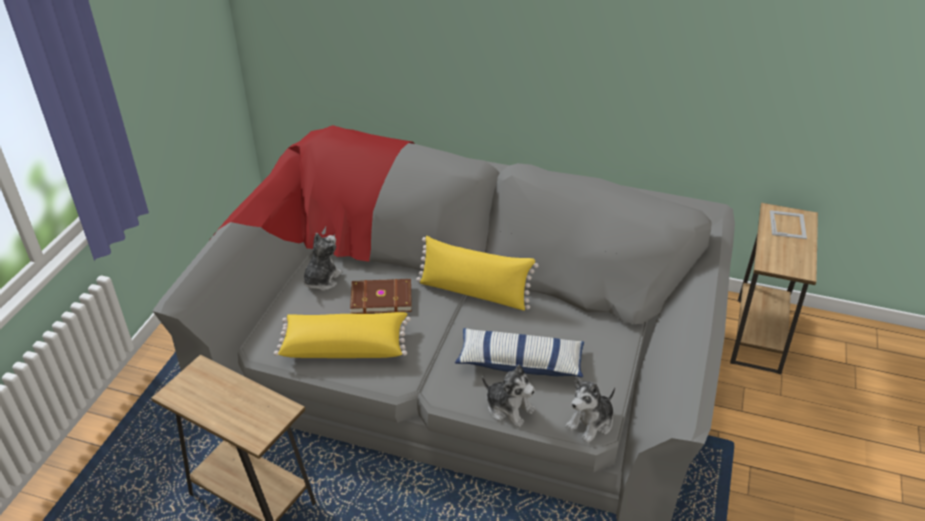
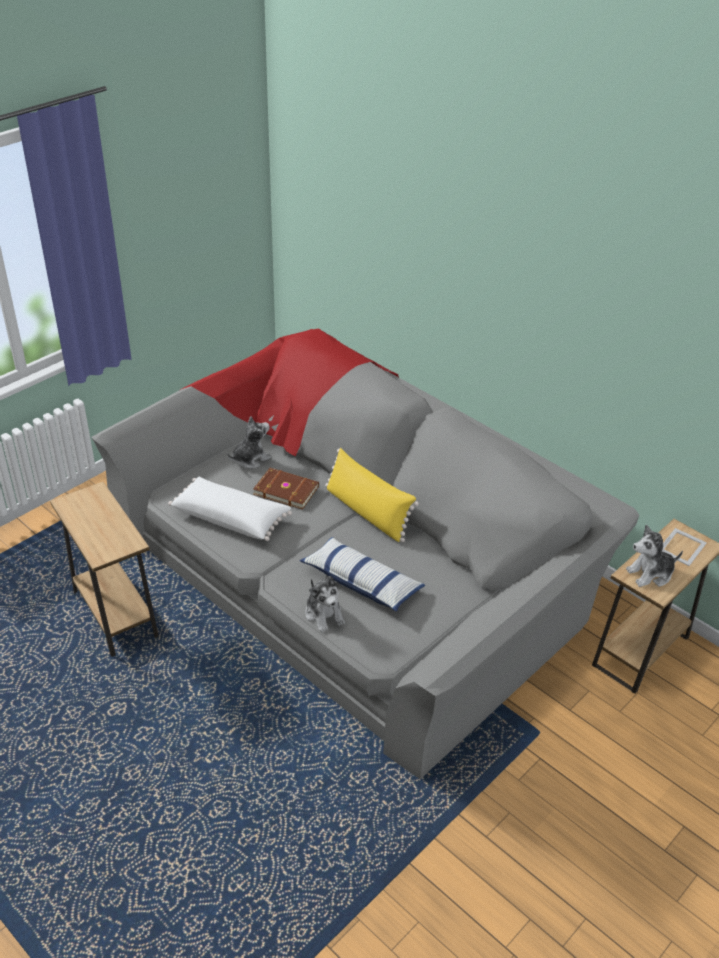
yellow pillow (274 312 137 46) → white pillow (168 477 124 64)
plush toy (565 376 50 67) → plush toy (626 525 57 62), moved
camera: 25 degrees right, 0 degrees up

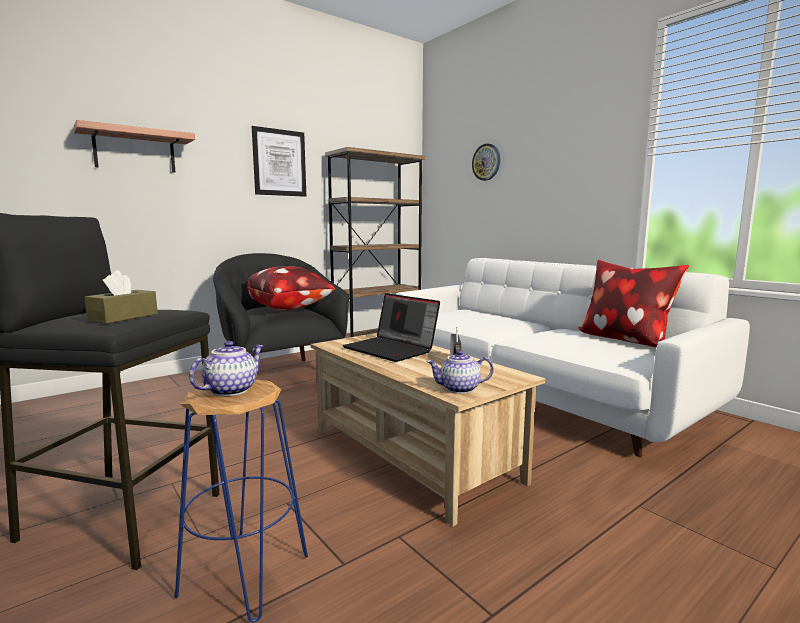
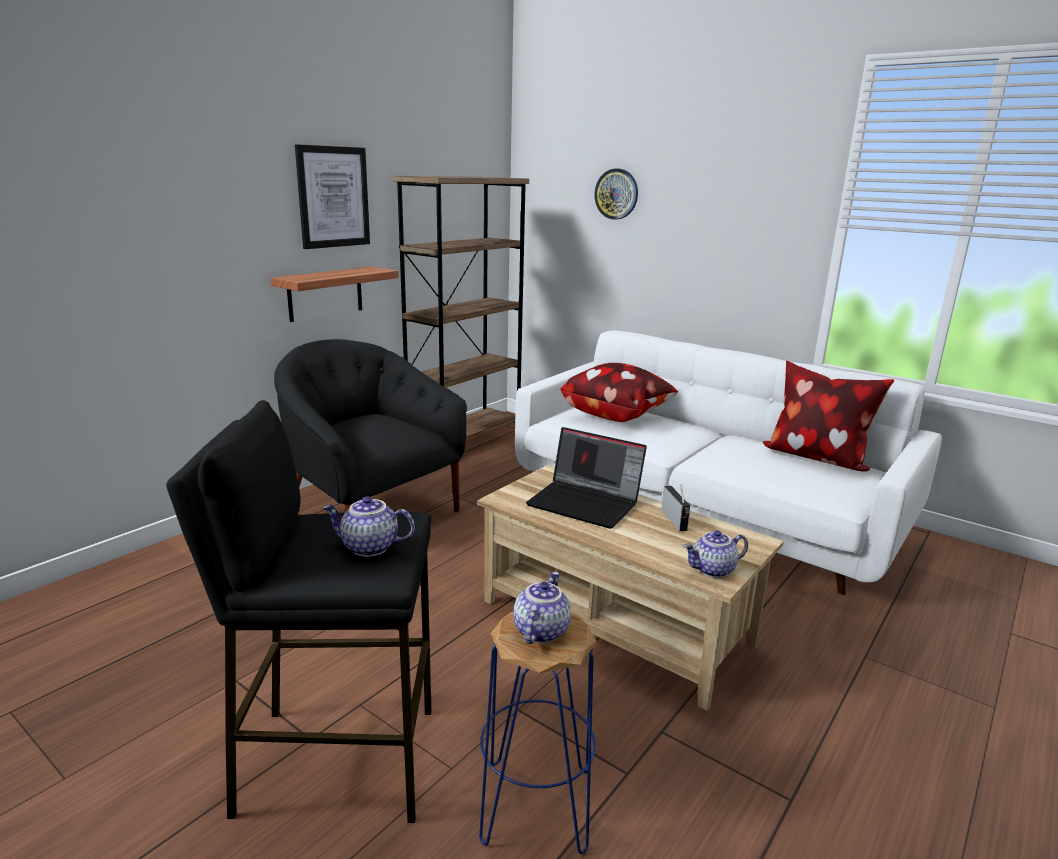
shelf (73 120 122 52) → shelf (271 266 128 56), moved
brown tissue box (84 270 74 54) → teapot (322 496 93 61)
pillow (247 266 88 44) → pillow (559 363 119 59), moved
camera: 15 degrees left, 10 degrees up

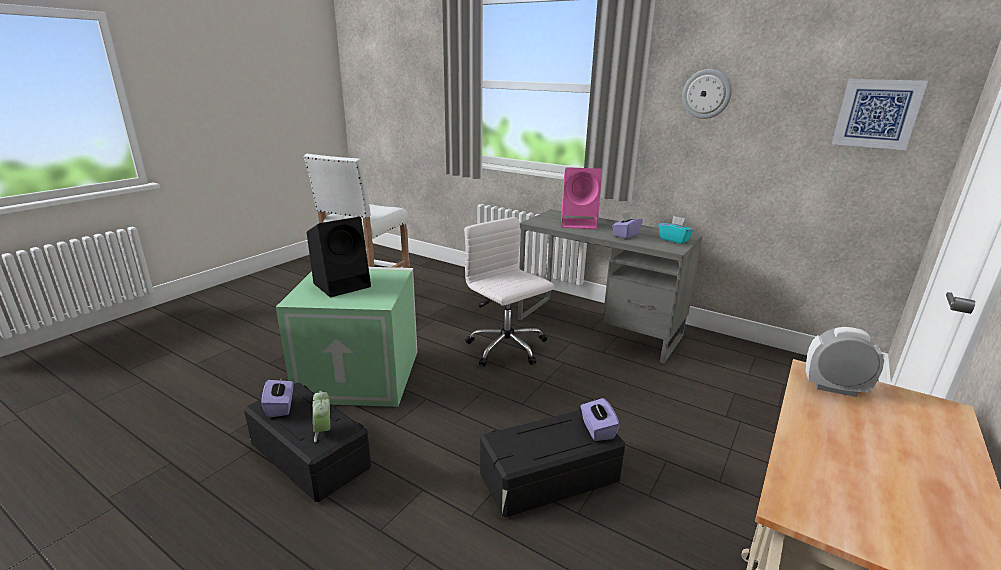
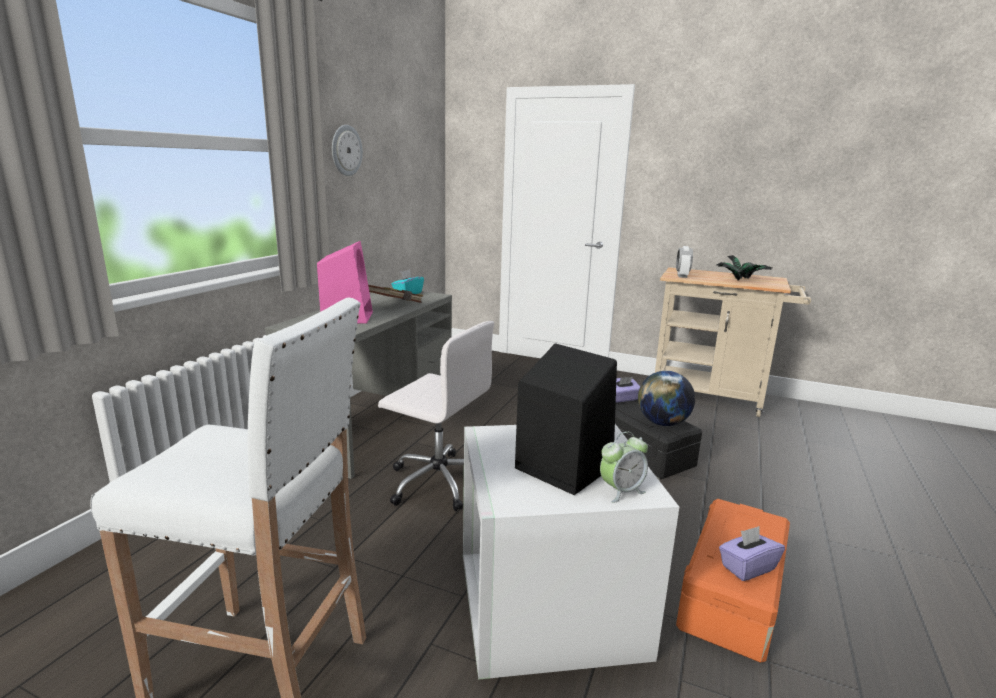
black storage box (244 383 127 119) → orange storage box (676 499 114 164)
green storage box (276 267 141 140) → white storage box (463 424 216 256)
alarm clock (313 391 17 51) → alarm clock (600 432 48 71), moved
white office chair (464 217 90 150) → white office chair (378 321 116 190), 105 degrees counterclockwise
purple tissue box (612 212 31 27) → brown book (368 285 55 18)
picture (832 79 96 71) → -
- → globe (638 371 57 55)
- → potted plant (717 255 55 25)
camera: 100 degrees left, 5 degrees down

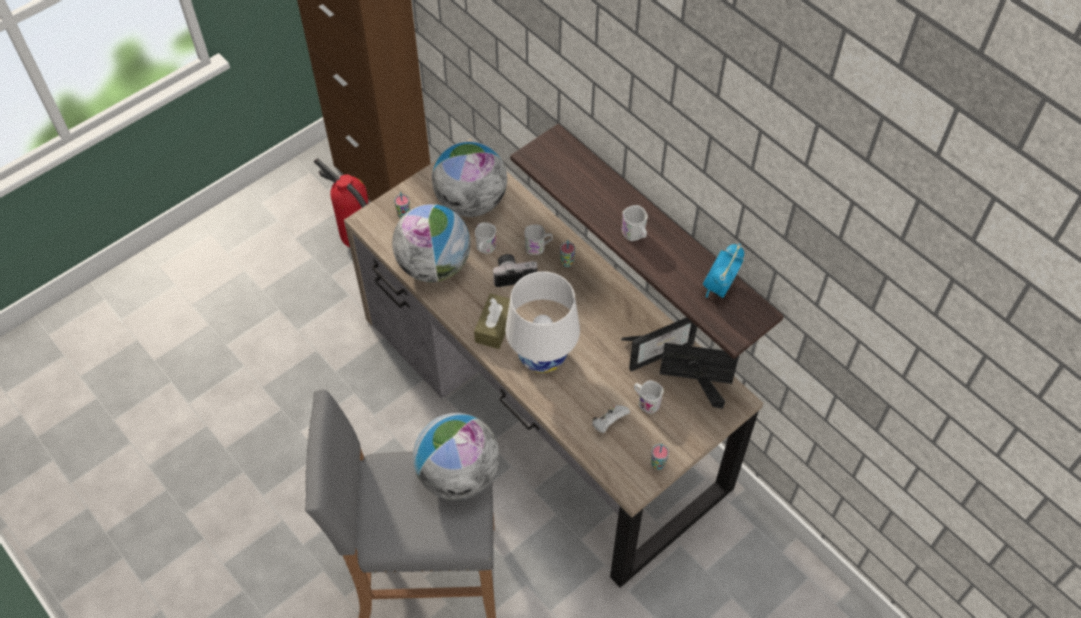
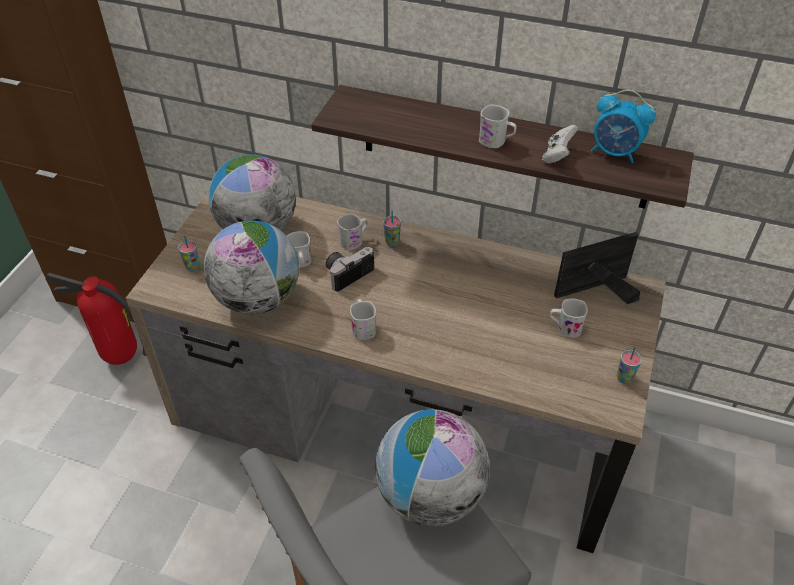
brown tissue box (474 293 36 56) → white mug (350 299 26 41)
white table lamp (505 271 75 102) → -
white game controller (592 405 38 28) → white game controller (542 125 36 39), moved
picture frame (621 317 76 54) → -
alarm clock (703 243 41 55) → alarm clock (591 90 65 73), 60 degrees counterclockwise
camera: 30 degrees left, 10 degrees down

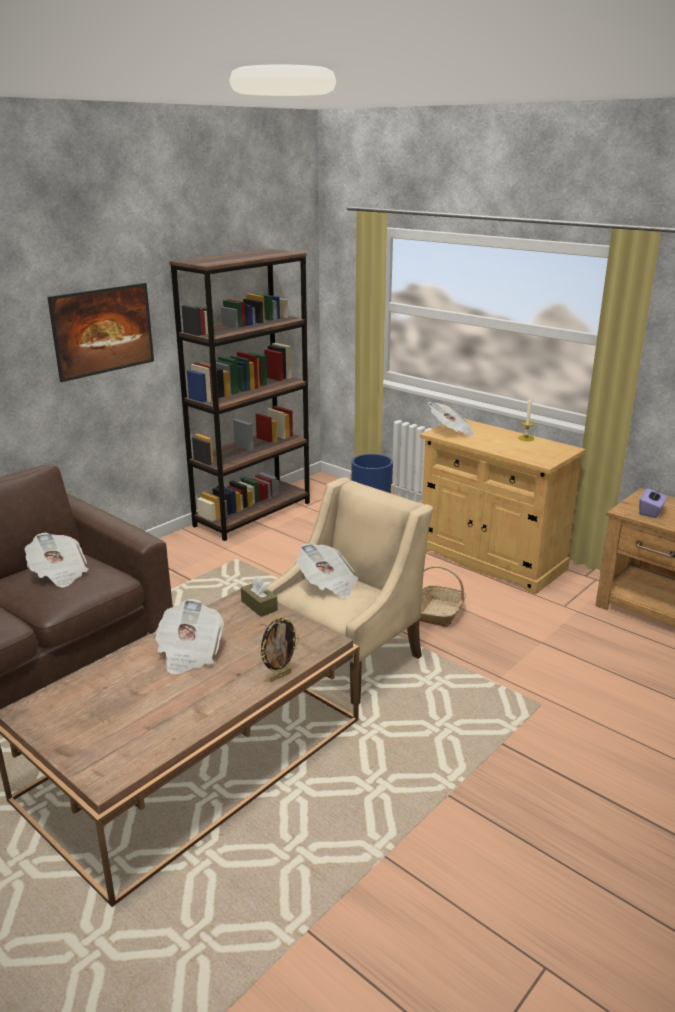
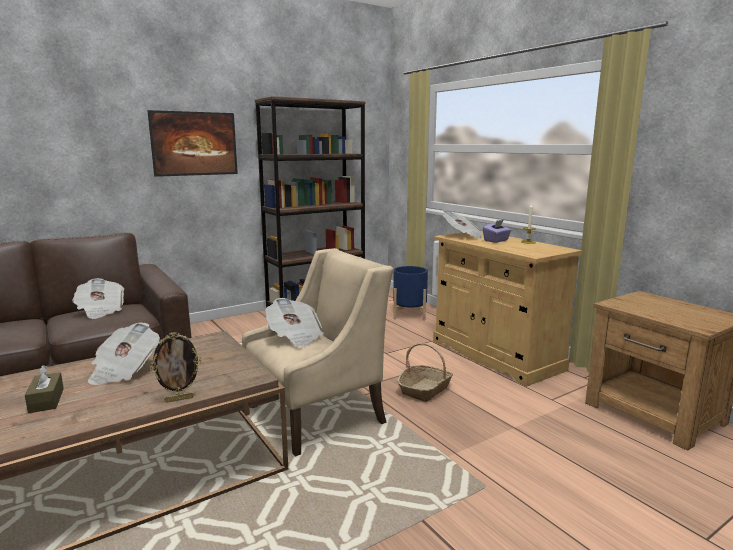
brown tissue box (241 577 37 40) → brown tissue box (25 365 39 48), moved
purple tissue box (639 488 28 30) → purple tissue box (483 220 28 23), moved
camera: 15 degrees right, 10 degrees down

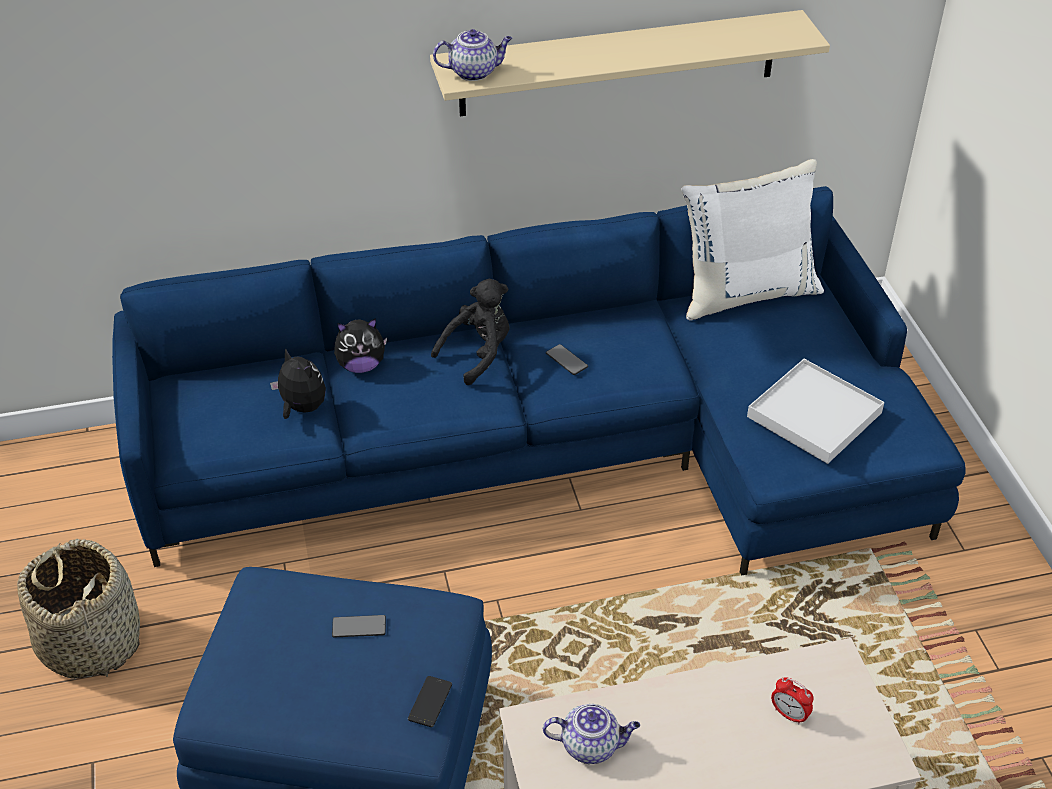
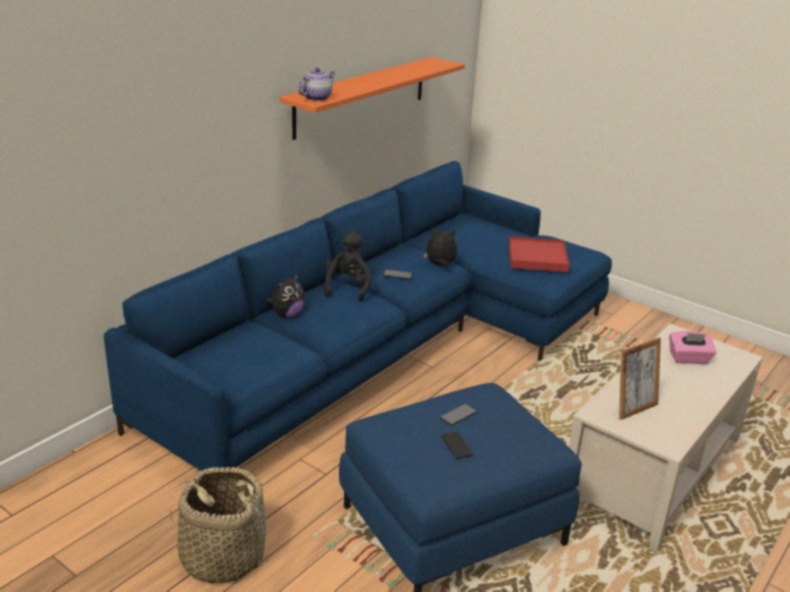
plush toy (270 348 56 71) → plush toy (423 228 34 39), moved
phone (408 676 44 51) → phone (441 432 32 27), moved
beige shelf (430 10 400 106) → orange shelf (280 57 185 83)
teapot (543 704 97 60) → picture frame (619 337 42 83)
white pillow (681 159 143 161) → -
white tray (747 359 137 105) → red tray (509 236 61 36)
alarm clock (771 677 42 48) → pink tissue box (669 331 48 33)
camera: 40 degrees left, 15 degrees down

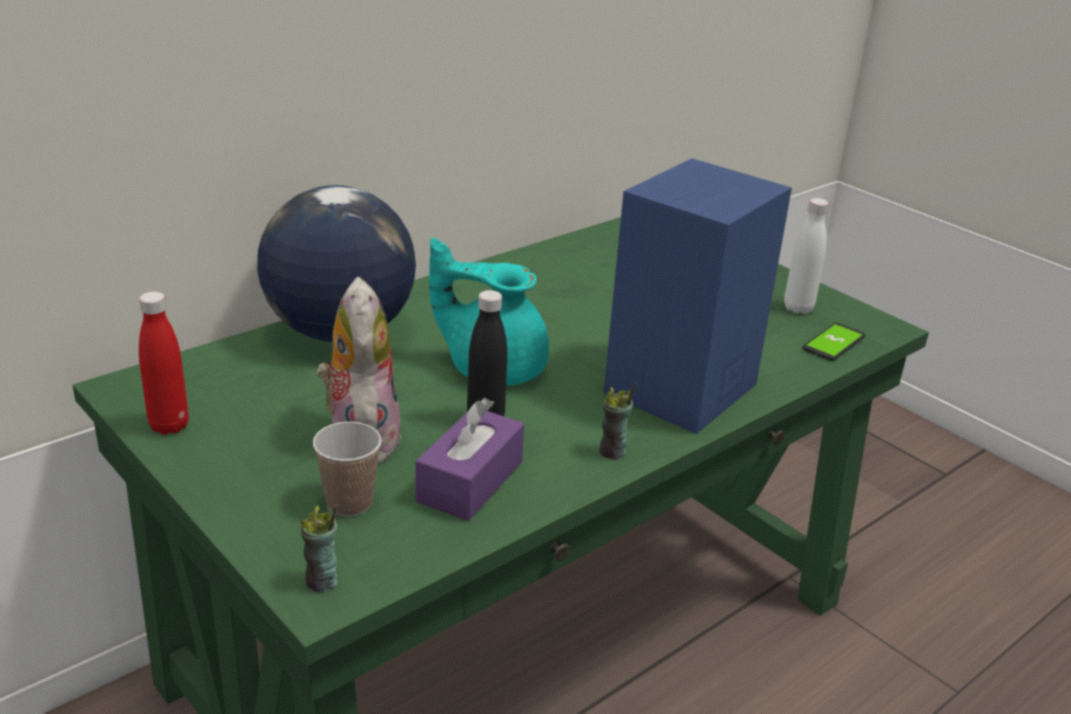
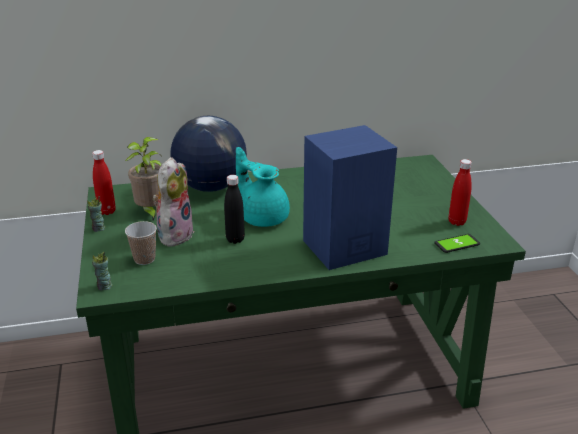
purple tissue box (415 398 109 123) → -
cup (599 382 37 78) → cup (87 196 18 36), moved
white bottle (784 198 45 116) → red bottle (448 159 24 67)
- → potted plant (125 137 37 83)
camera: 30 degrees right, 0 degrees up

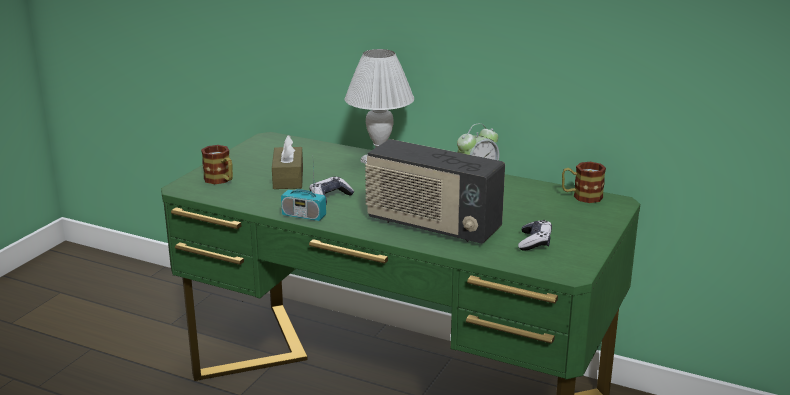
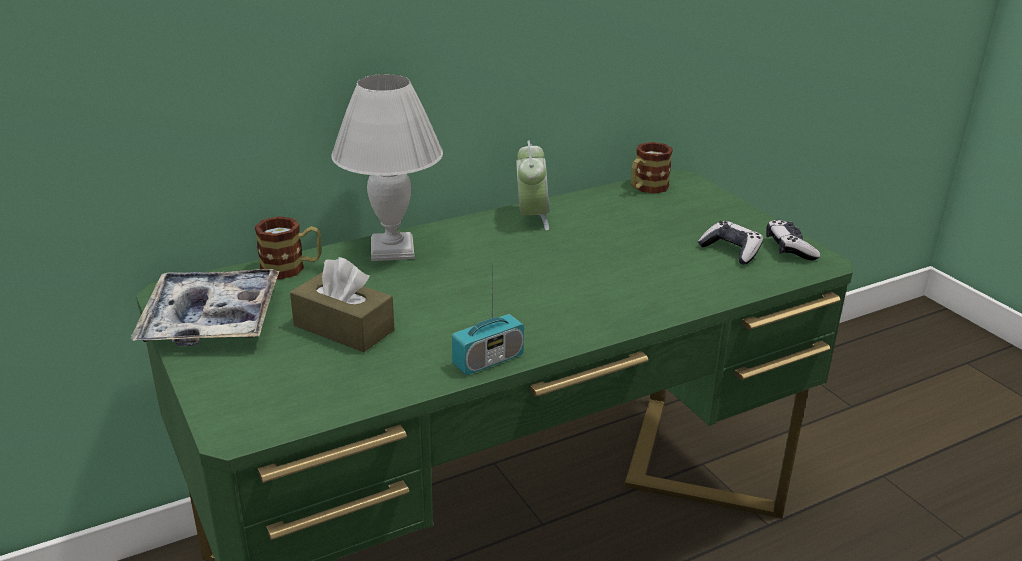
mug (201 145 32 39) → mug (255 216 66 64), moved
game controller (309 176 45 28) → game controller (766 220 54 40), moved
radio (365 139 140 105) → -
- → tray (130 269 150 77)
camera: 55 degrees left, 5 degrees up

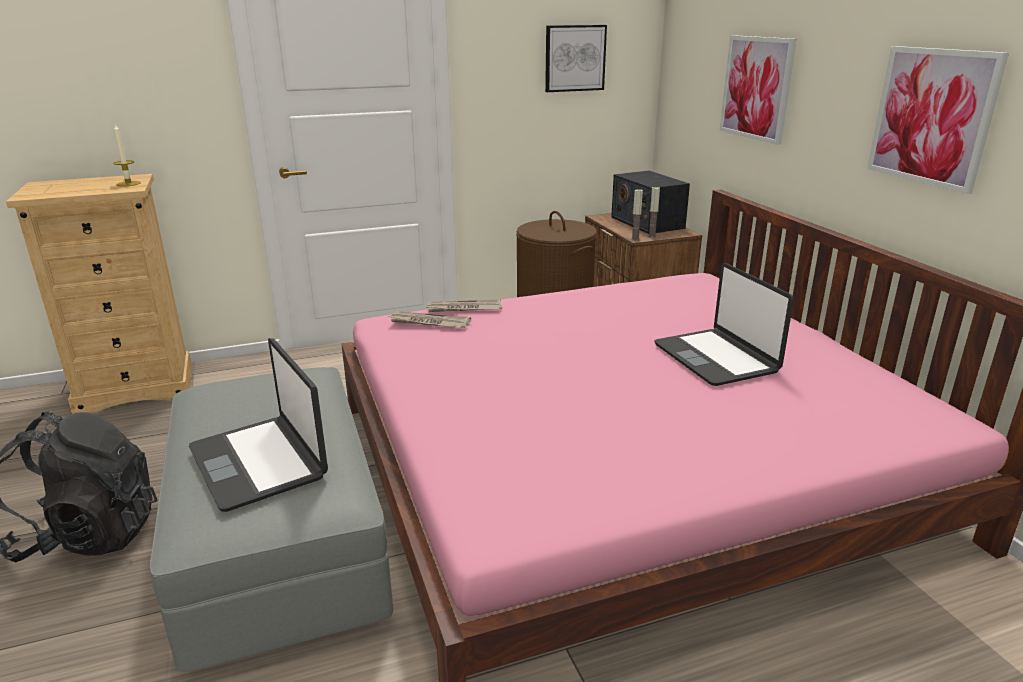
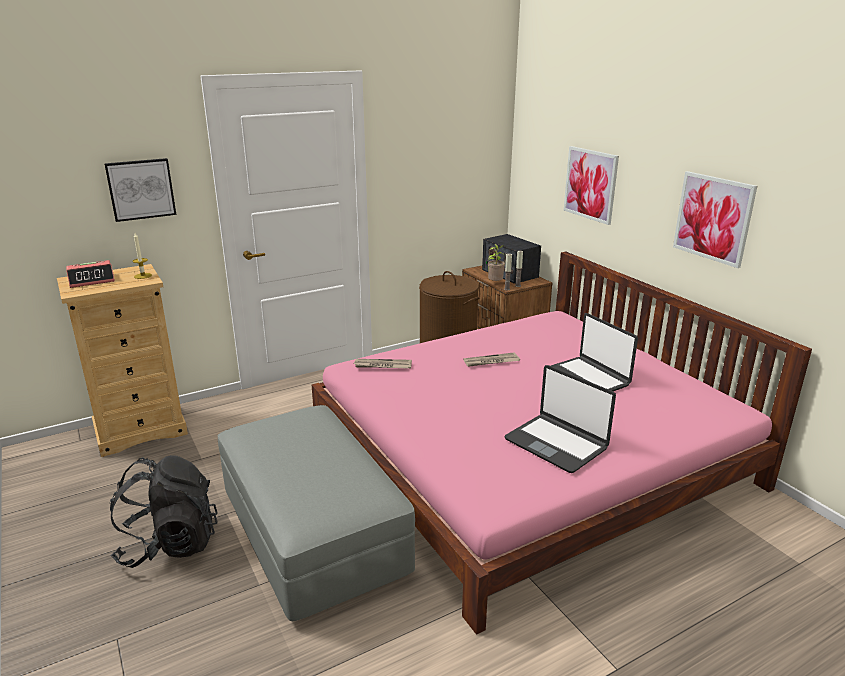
laptop (189 338 139 174) → laptop (504 365 112 108), moved
newspaper (426 299 76 13) → newspaper (463 352 57 15), moved
picture (545 25 62 67) → picture (104 158 72 64), moved
- → alarm clock (66 260 49 28)
- → potted plant (488 244 17 37)
camera: 10 degrees left, 0 degrees up

